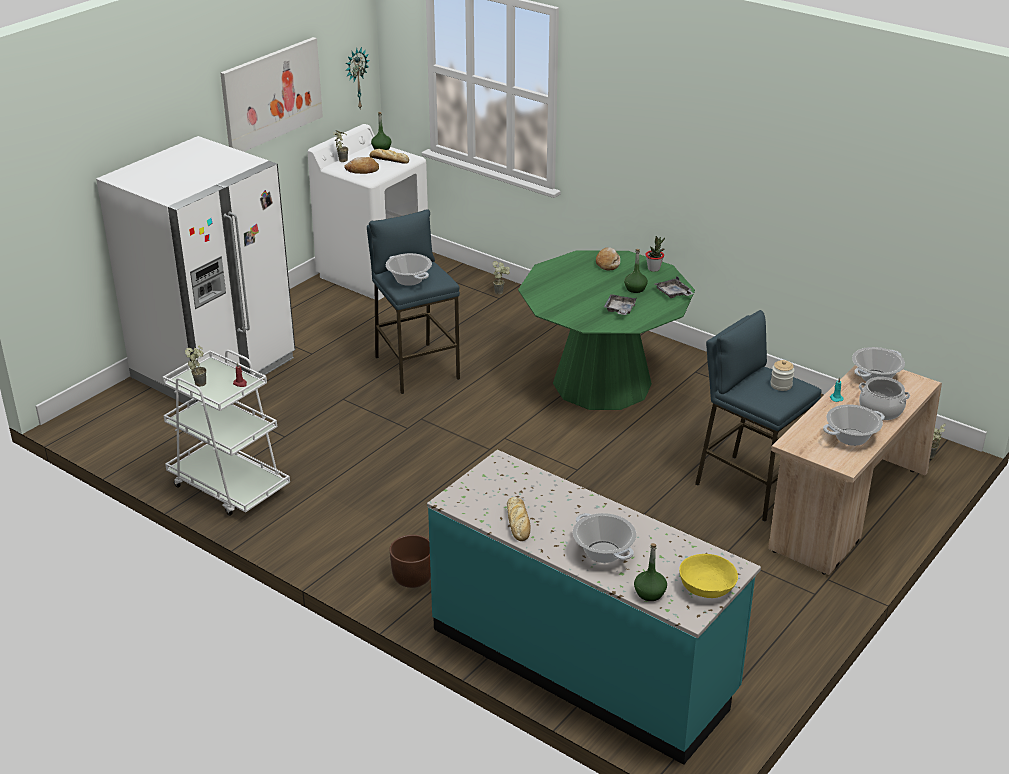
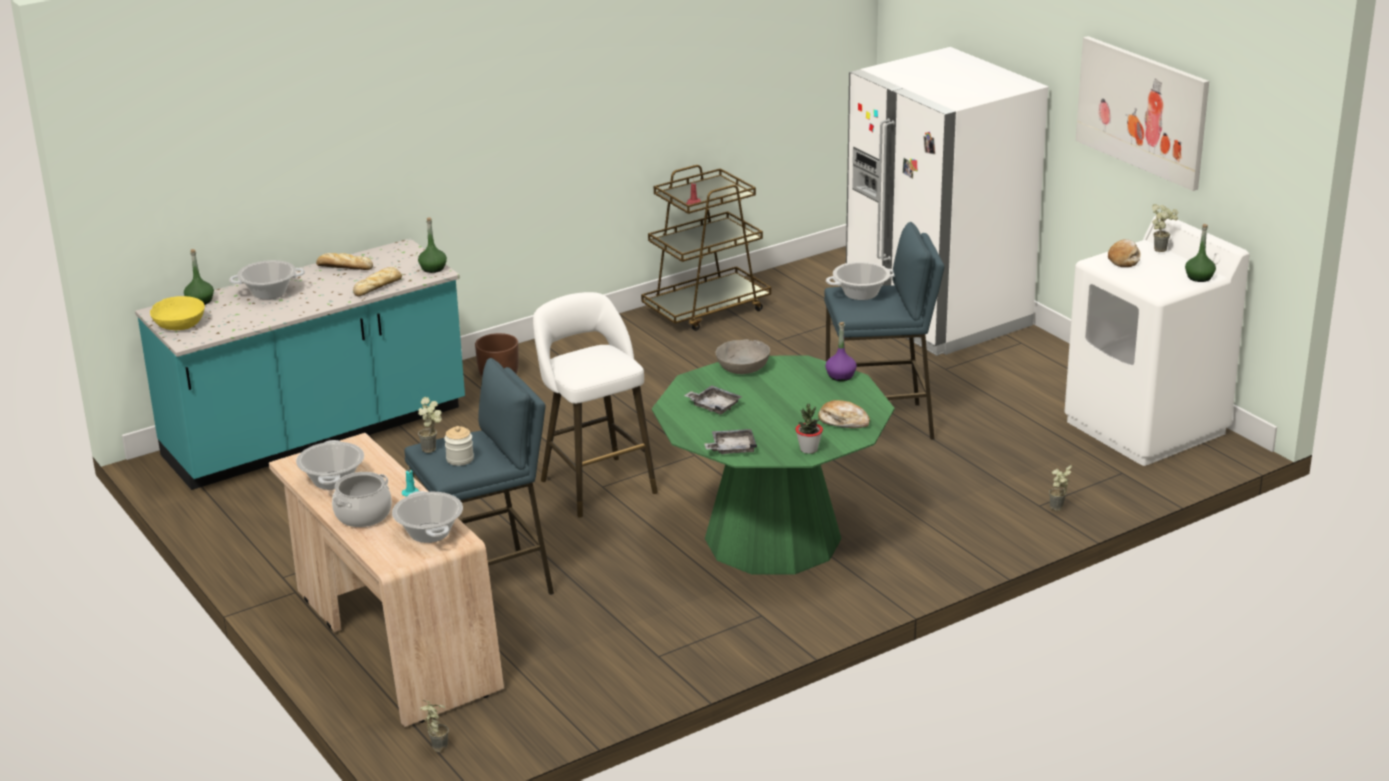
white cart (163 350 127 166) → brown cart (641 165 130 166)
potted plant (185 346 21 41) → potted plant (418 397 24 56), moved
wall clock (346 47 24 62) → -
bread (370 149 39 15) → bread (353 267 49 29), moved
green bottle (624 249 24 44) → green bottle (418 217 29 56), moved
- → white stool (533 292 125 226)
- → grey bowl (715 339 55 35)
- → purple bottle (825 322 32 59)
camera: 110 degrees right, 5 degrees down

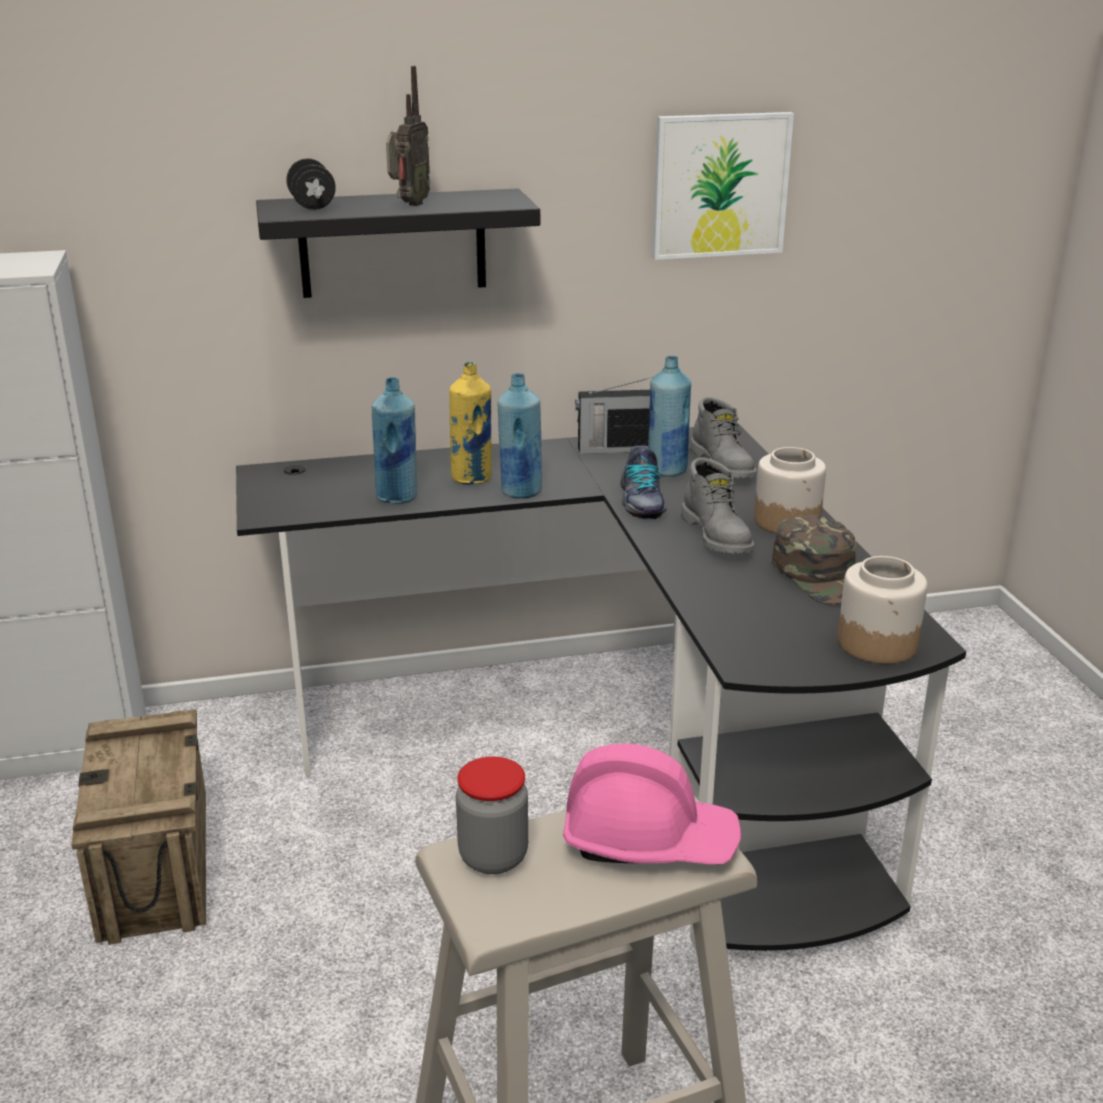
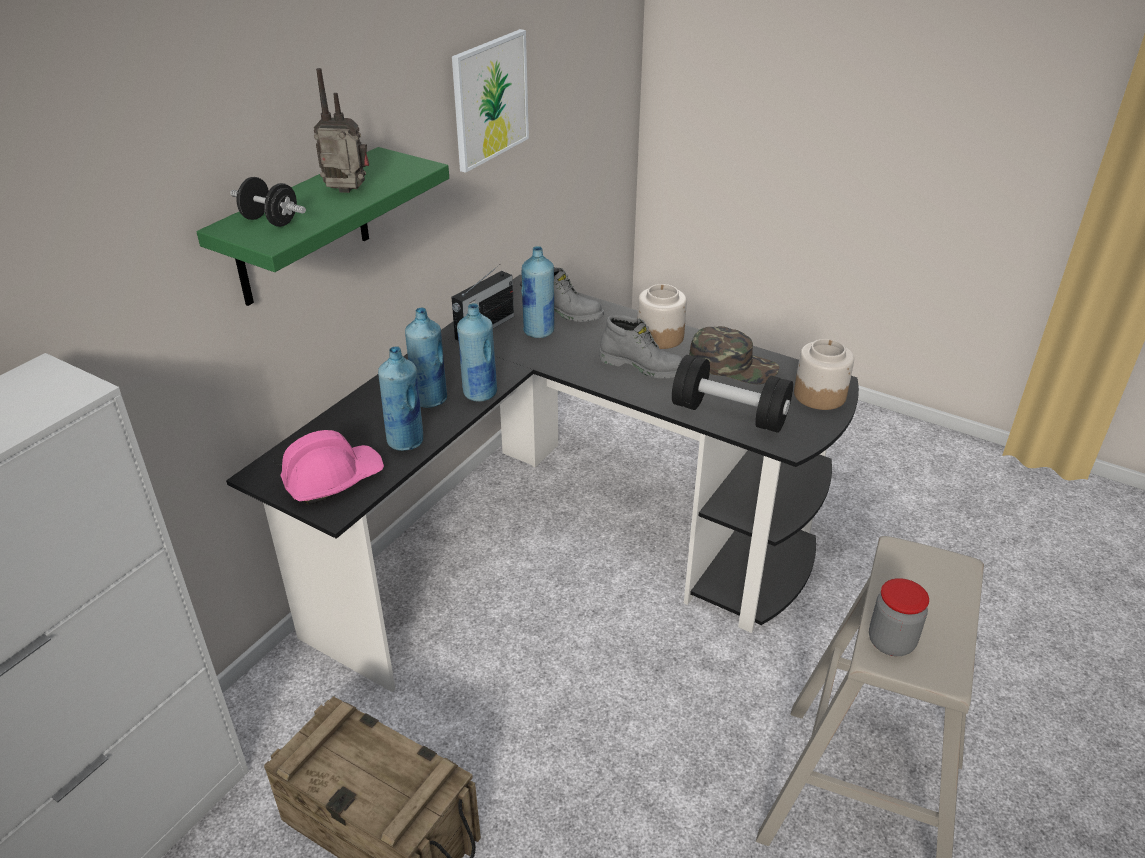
black shelf (256 188 284 110) → green shelf (197 147 252 159)
radio (386 66 44 140) → radio (314 68 55 125), 60 degrees counterclockwise
yellow bottle (449 362 43 122) → blue bottle (405 307 42 101)
pink hard hat (563 744 178 120) → pink hard hat (281 430 103 75), moved
shoe (620 445 47 74) → -
- → black dumbbell (672 355 121 78)
camera: 45 degrees left, 10 degrees up

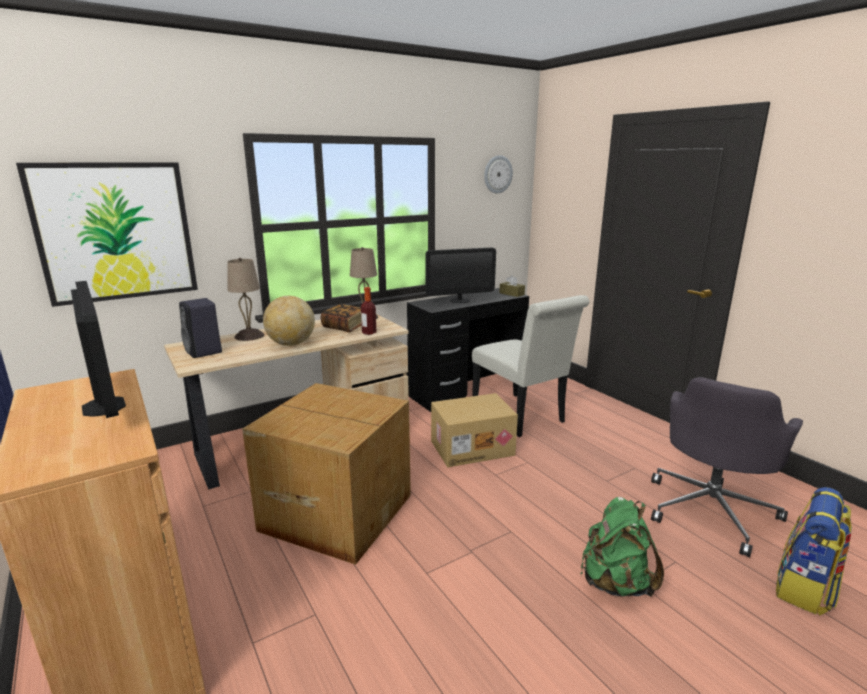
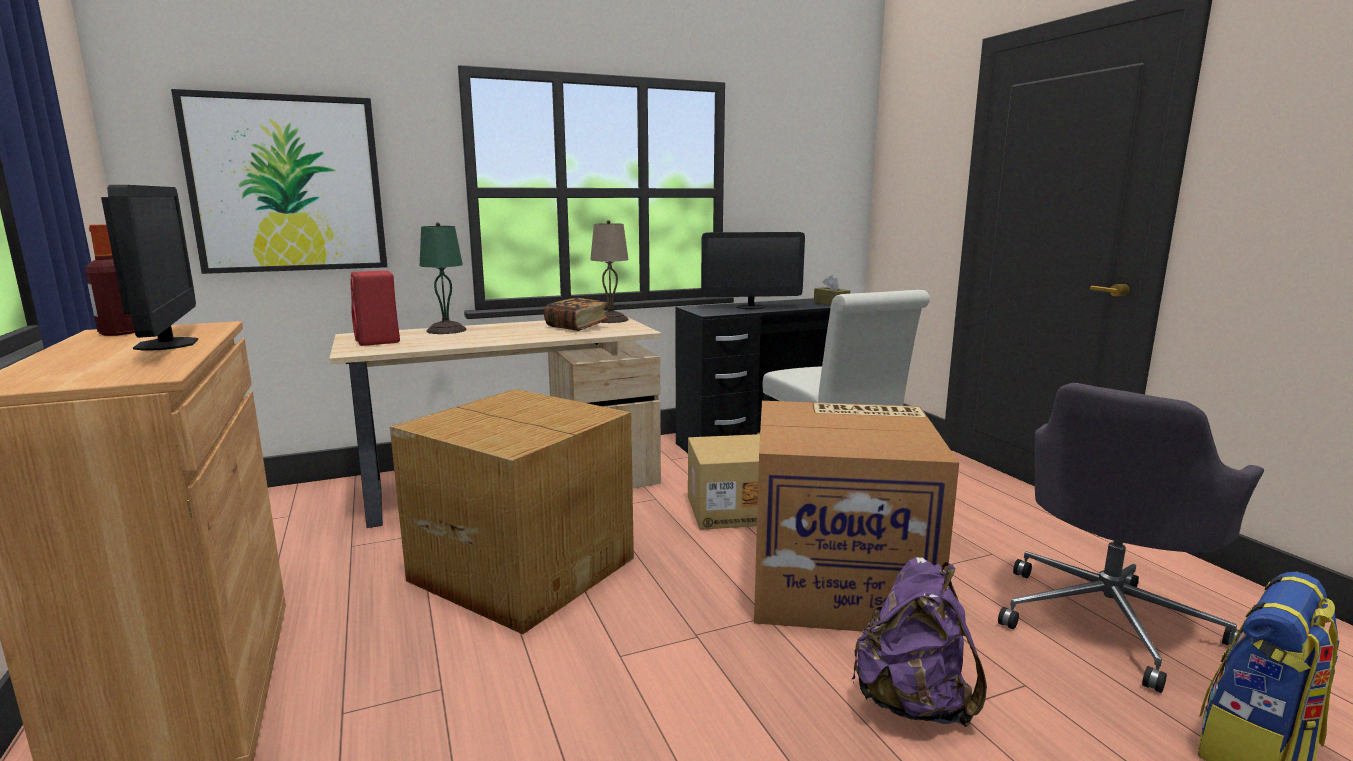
black speaker (179 298 43 60) → red speaker (351 270 49 76)
beige table lamp (227 258 37 83) → green table lamp (420 222 47 112)
globe (263 296 52 50) → -
bottle (361 287 15 48) → bottle (85 225 50 111), moved
wall clock (484 155 29 39) → -
green backpack (581 497 83 100) → purple backpack (851 557 136 170)
- → cardboard box (754 401 205 231)
camera: 10 degrees right, 5 degrees down

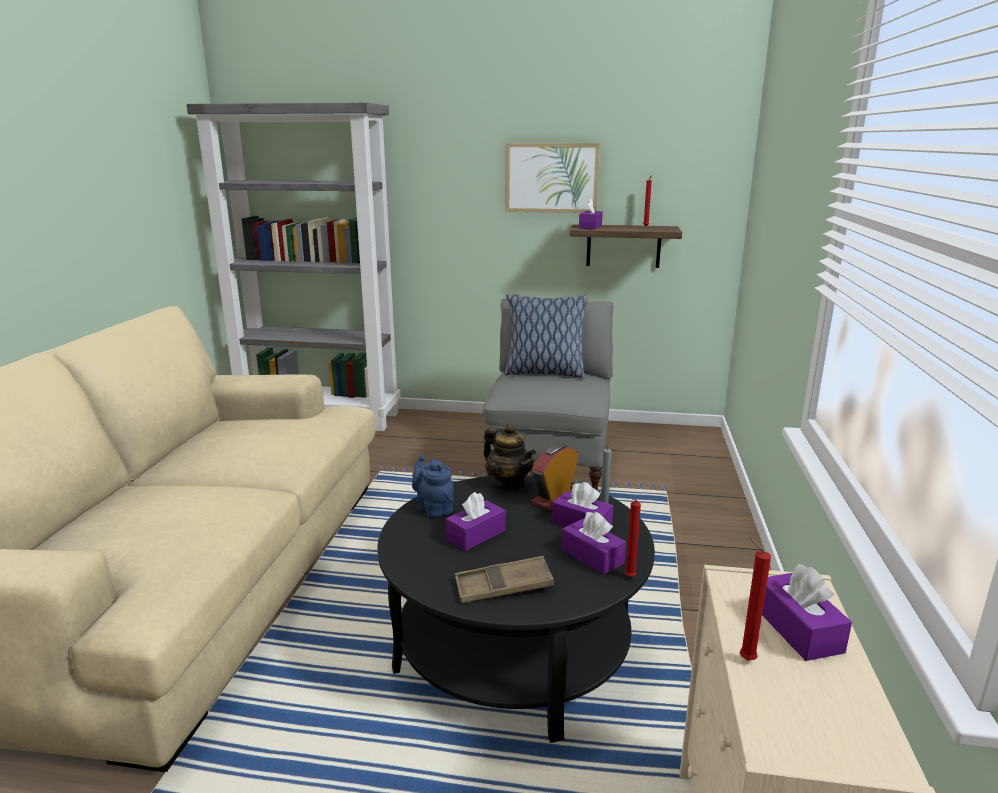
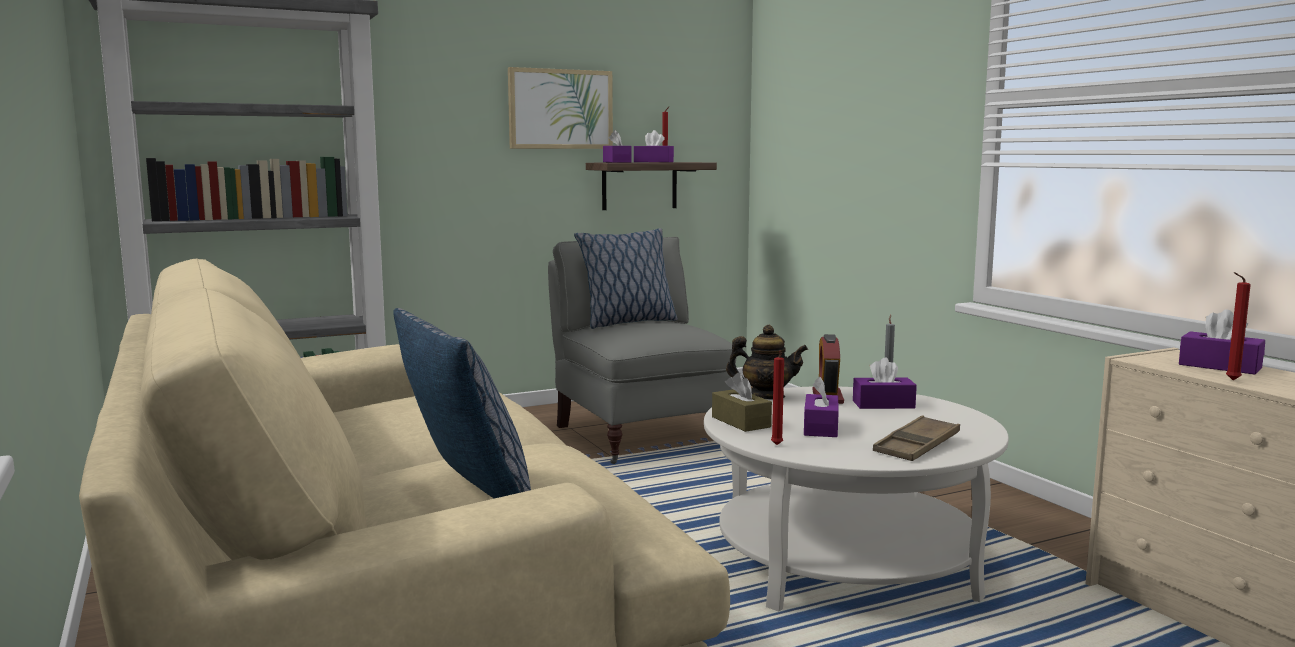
black coffee table (377 475 278 268) → white coffee table (704 386 305 226)
blue teapot (412 455 42 62) → brown tissue box (712 372 60 60)
purple tissue box (562 512 64 63) → purple tissue box (634 130 40 32), moved
red candle (625 498 16 79) → red candle (771 351 13 94), moved
- → pillow (393 308 138 191)
camera: 35 degrees left, 10 degrees down

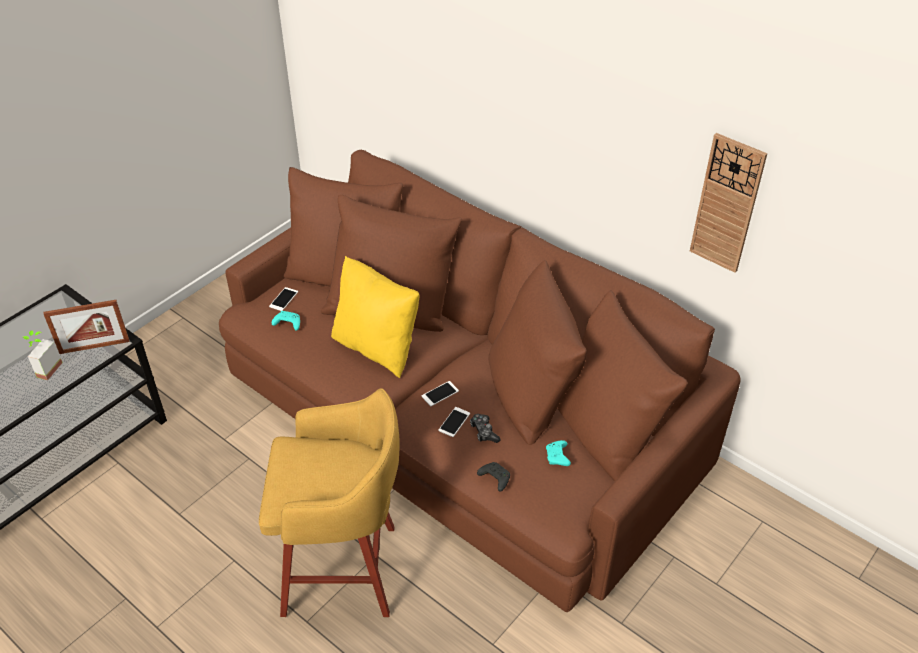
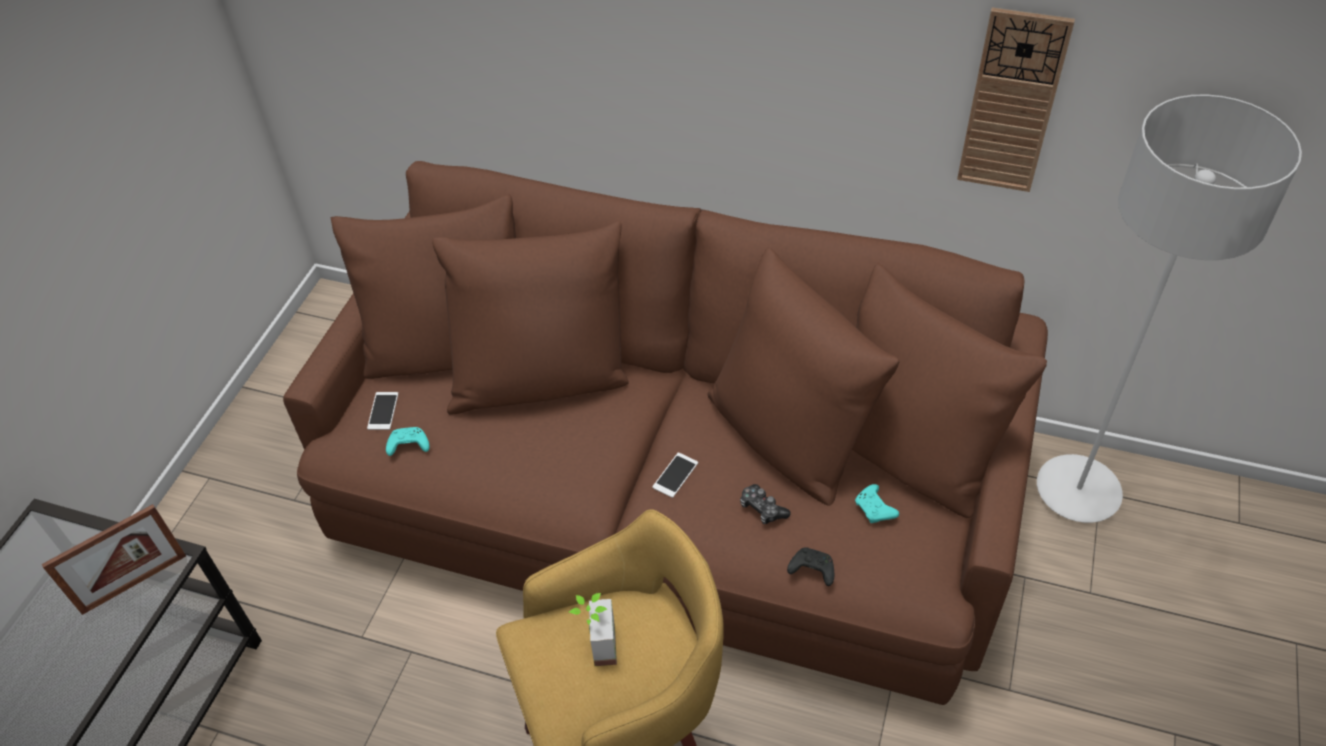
potted plant (23 330 40 50) → potted plant (569 593 48 73), moved
yellow pillow (331 256 89 122) → -
phone (438 407 32 30) → -
- → grey floor lamp (1037 94 265 429)
camera: 20 degrees left, 5 degrees up

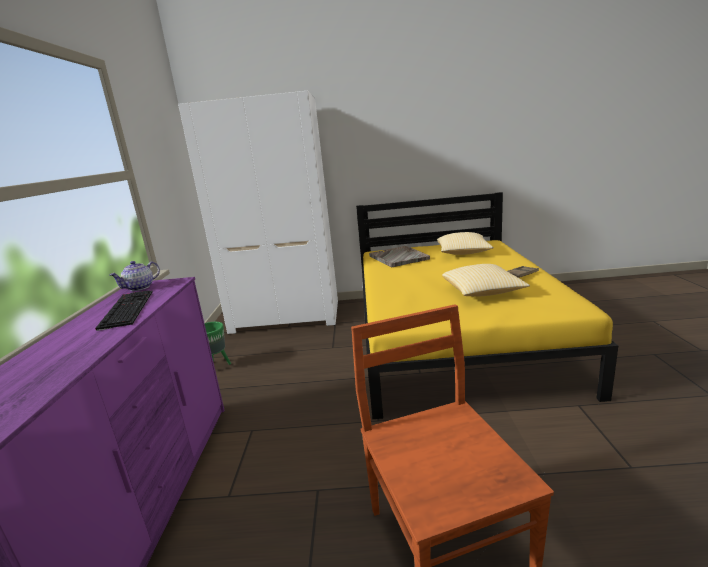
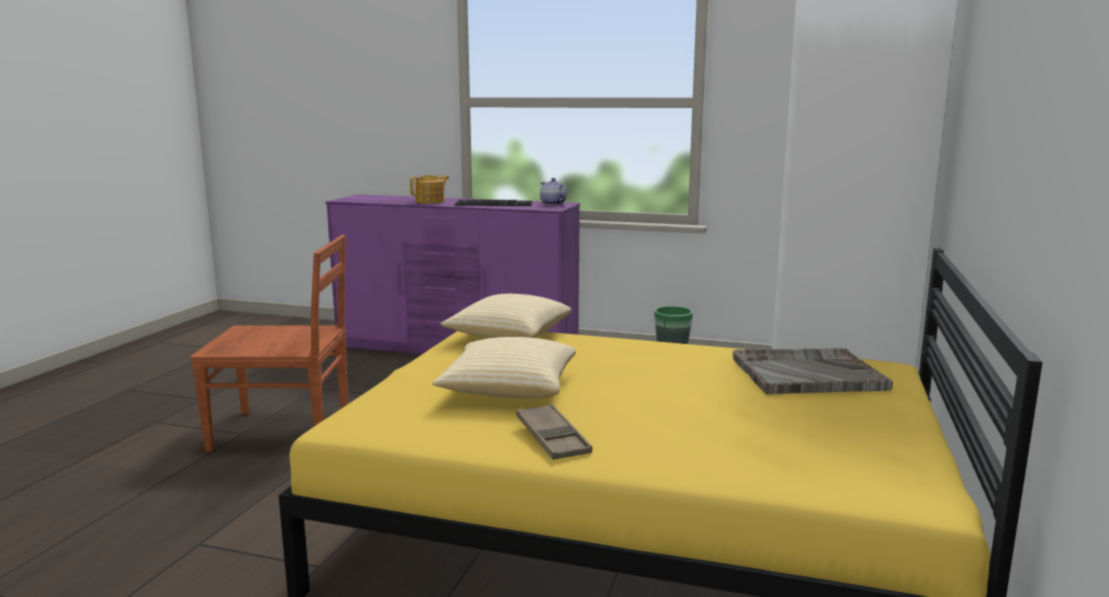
pillow (437 232 57 23) → pillow (440 294 131 44), moved
- → teapot (410 175 39 29)
camera: 105 degrees right, 5 degrees down

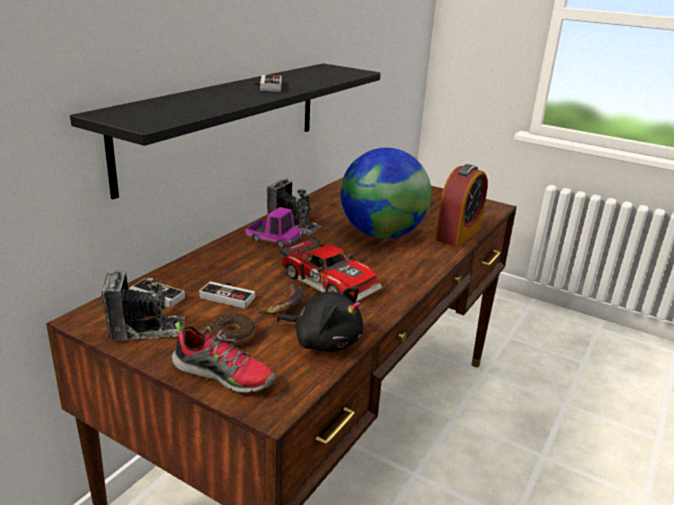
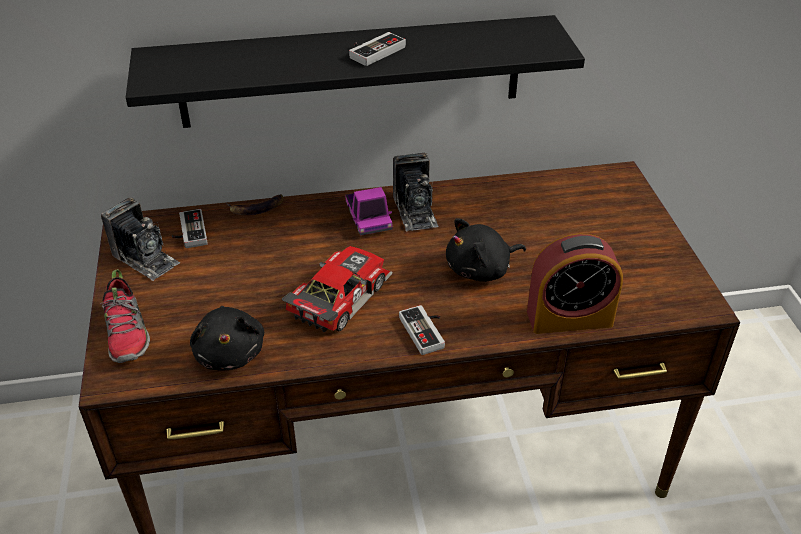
game controller (199 281 56 28) → game controller (399 305 46 50), moved
donut (209 313 46 33) → -
banana (255 283 49 31) → banana (226 194 57 21), moved
toy car (279 236 103 67) → toy car (282 246 111 86), 150 degrees counterclockwise
globe (340 148 91 91) → black plush toy (446 218 80 64)
camera: 50 degrees right, 15 degrees up

